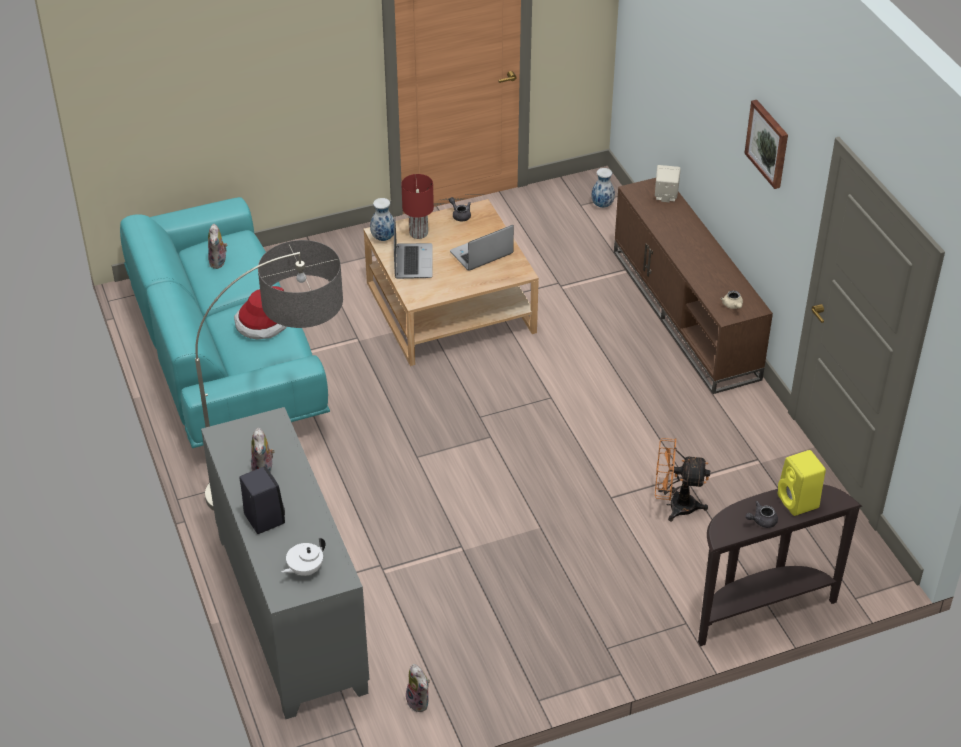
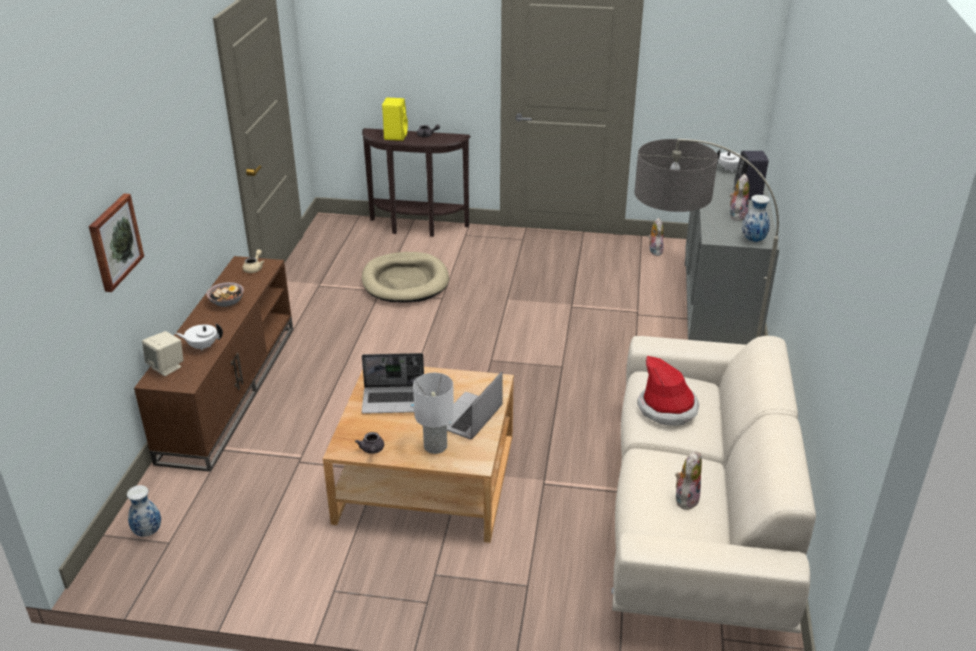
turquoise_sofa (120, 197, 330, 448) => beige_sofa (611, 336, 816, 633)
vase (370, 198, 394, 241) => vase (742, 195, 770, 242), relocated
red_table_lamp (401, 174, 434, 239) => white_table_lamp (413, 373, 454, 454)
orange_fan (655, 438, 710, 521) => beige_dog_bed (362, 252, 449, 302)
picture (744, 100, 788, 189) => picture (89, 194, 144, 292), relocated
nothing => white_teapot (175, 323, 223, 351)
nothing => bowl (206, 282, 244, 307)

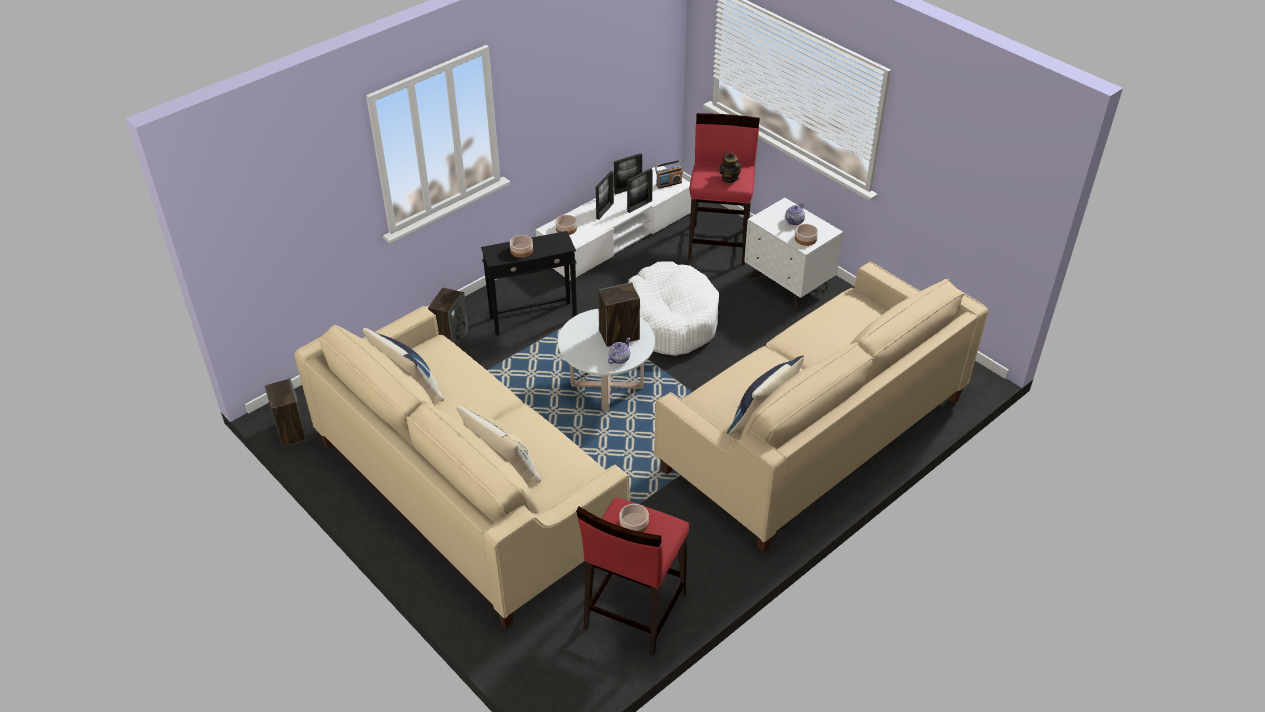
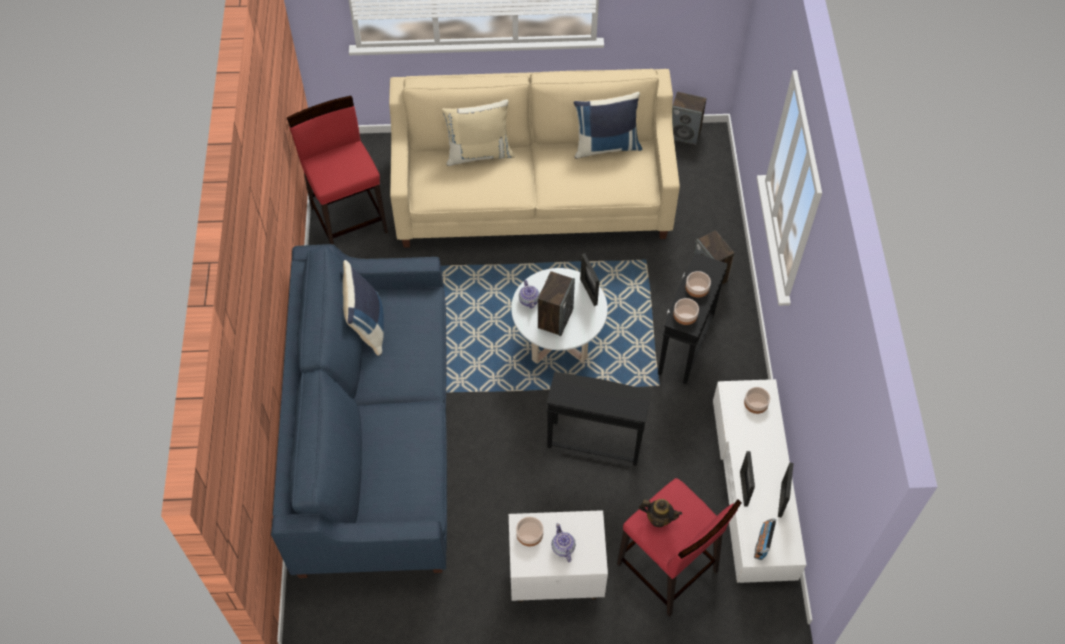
picture_frame (596, 171, 614, 219) => picture_frame (580, 253, 599, 306), relocated
bowl (619, 504, 649, 532) => bowl (673, 298, 699, 325), relocated
white_dog_bed (628, 261, 719, 356) => black_side_table (546, 372, 651, 466)
beige_sofa (654, 262, 988, 553) => blue_sofa (271, 244, 447, 578)

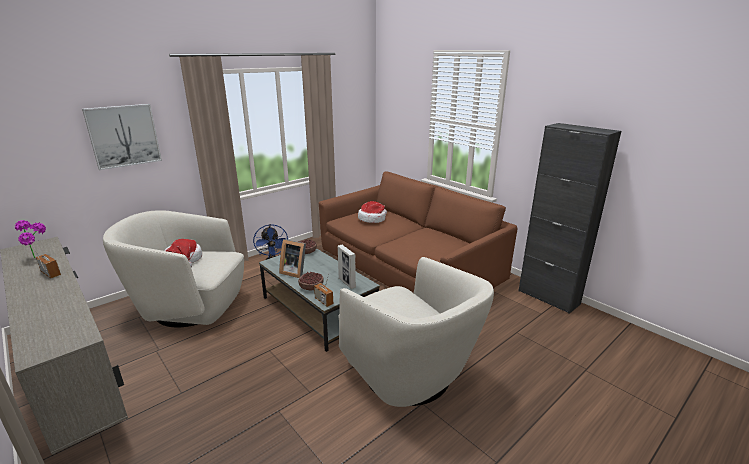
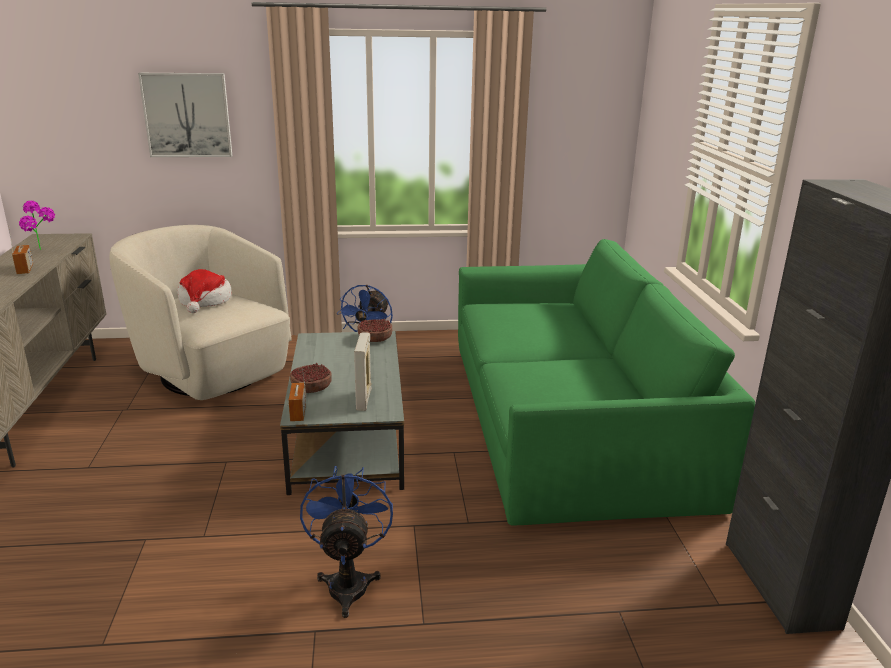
picture_frame (279, 239, 306, 278) => nothing
brown_sofa (319, 172, 517, 293) => green_sofa (458, 239, 755, 526)
beige_armchair (338, 257, 494, 407) => blue_fan (300, 466, 393, 618)
hat (358, 201, 387, 223) => nothing

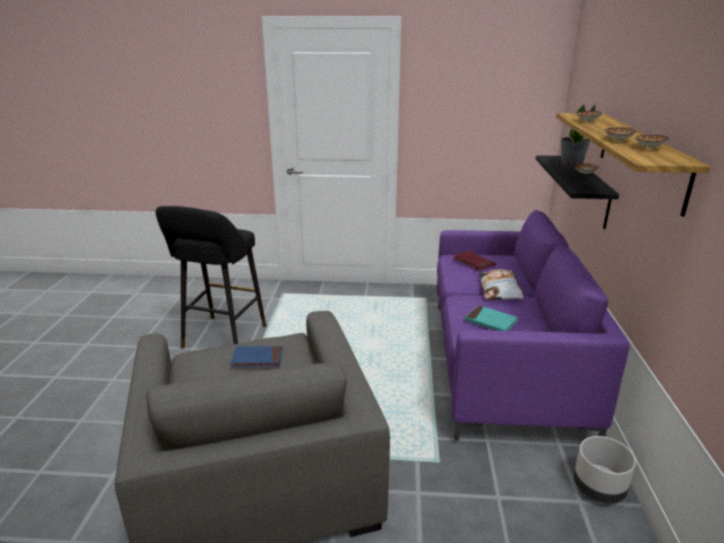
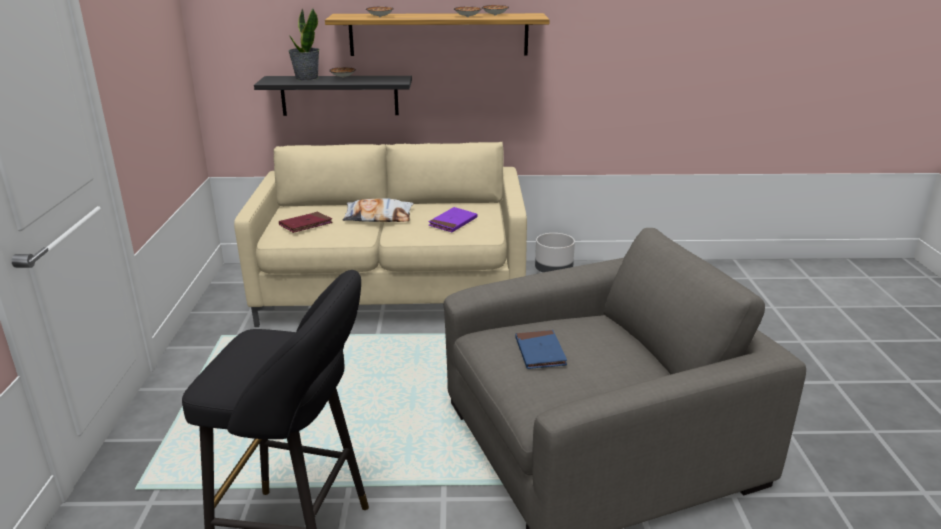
purple_sofa (437, 210, 630, 441) => beige_sofa (234, 142, 527, 327)
turquoise_book (465, 305, 518, 331) => purple_book (428, 207, 478, 232)

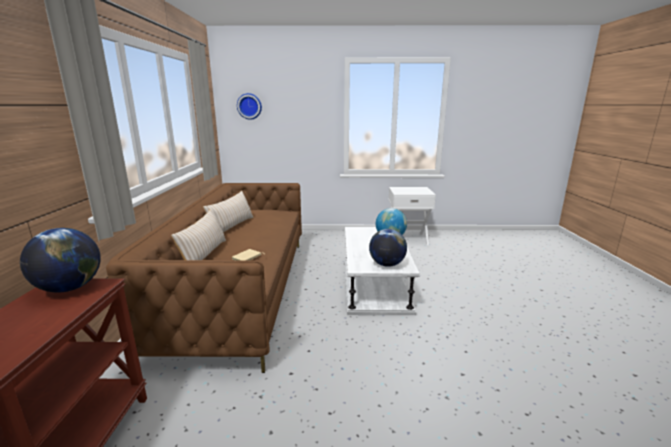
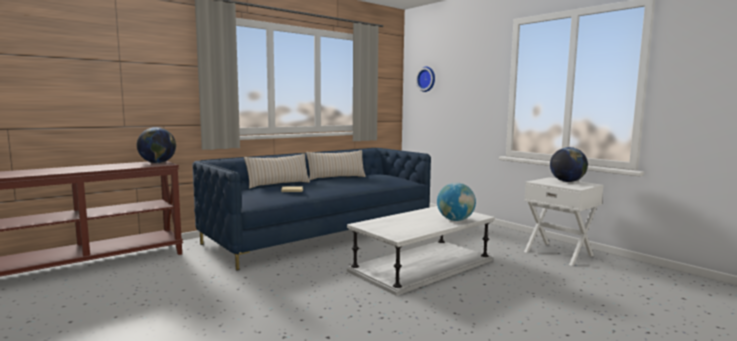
brown_sofa (106, 183, 302, 373) => blue_sofa (192, 148, 431, 270)
globe (369, 229, 407, 267) => globe (550, 147, 588, 182), relocated

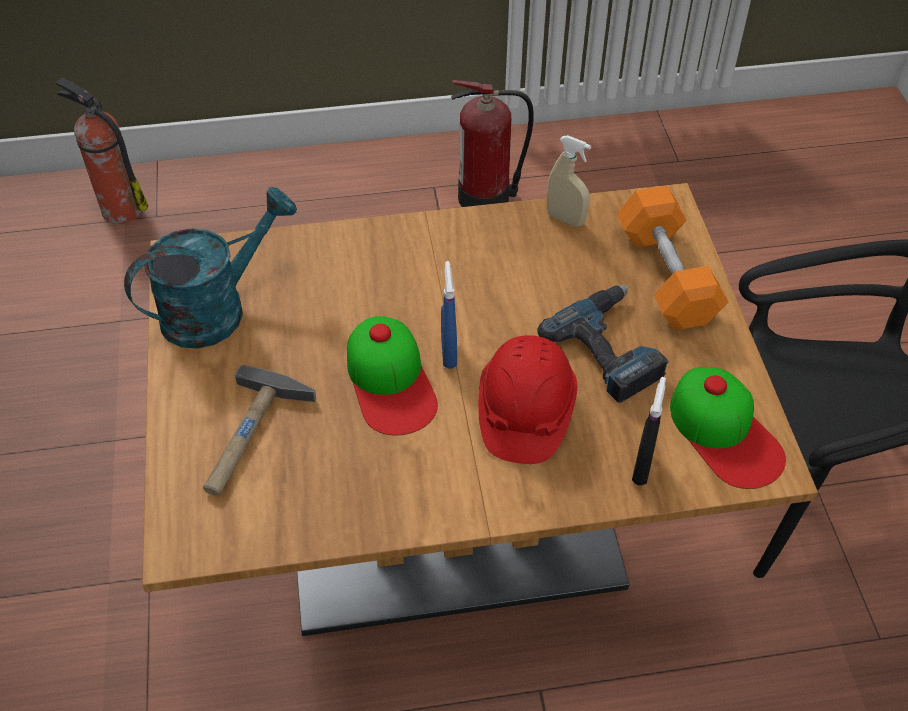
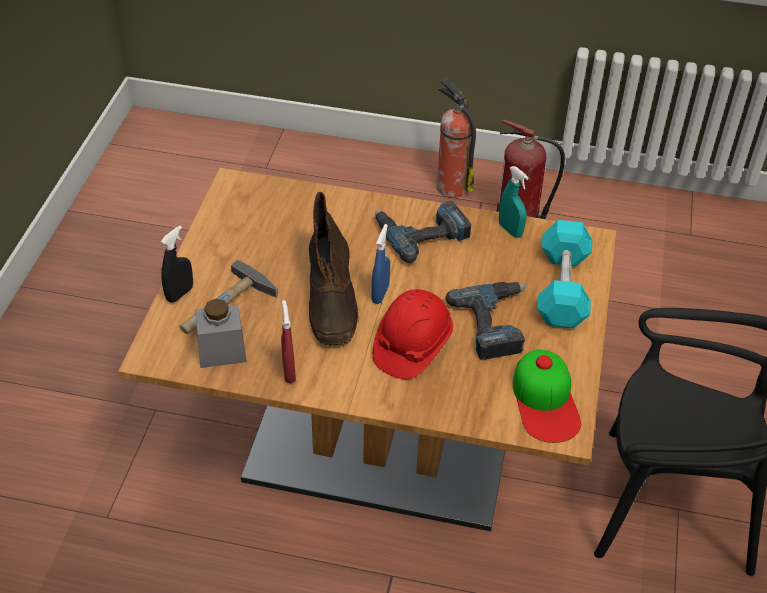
fire_extinguisher (56, 78, 148, 224) => fire_extinguisher (437, 79, 476, 198), relocated
turquoise_watering_can (124, 187, 297, 349) => nothing
cap (347, 316, 438, 436) => brown_boot (309, 192, 359, 346)
beige_spray_bottle (547, 135, 591, 227) => turquoise_spray_bottle (499, 166, 529, 238)
orange_dumbbell (617, 186, 728, 331) => turquoise_dumbbell (537, 220, 592, 329)
black_spray_bottle (632, 377, 666, 486) => black_spray_bottle (161, 226, 193, 303), relocated
nothing => grey_jar (195, 299, 247, 368)
nothing => red_spray_bottle (281, 300, 296, 383)
nothing => power_drill (375, 201, 471, 263)

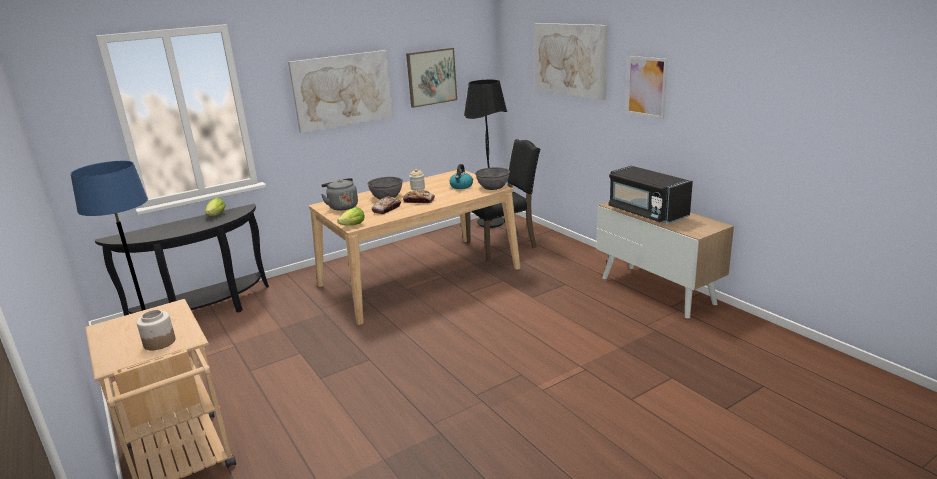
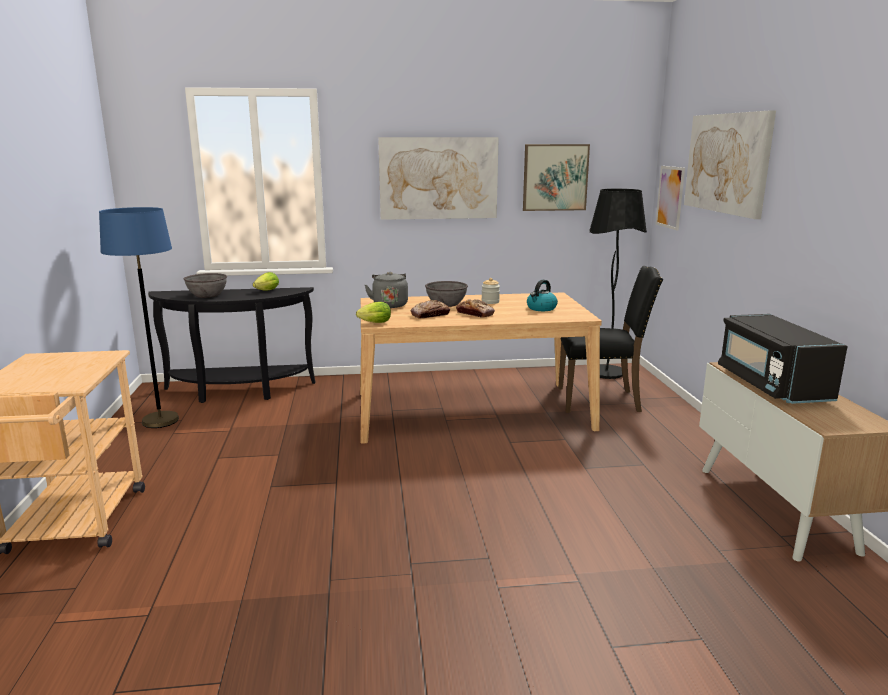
jar (137, 310, 176, 350) => nothing
grey_bowl (475, 167, 510, 190) => grey_bowl (184, 273, 227, 298), relocated
picture (627, 56, 668, 119) => picture (656, 166, 685, 231), relocated

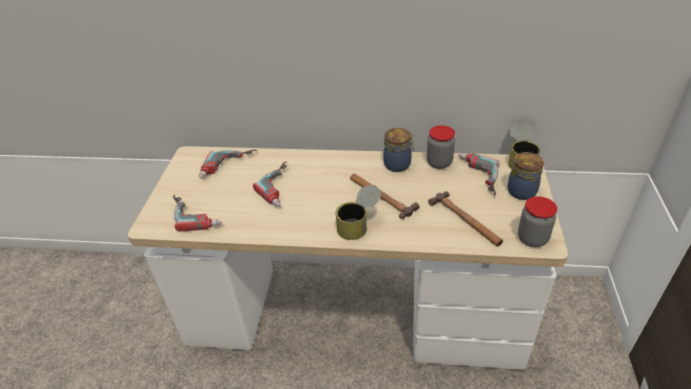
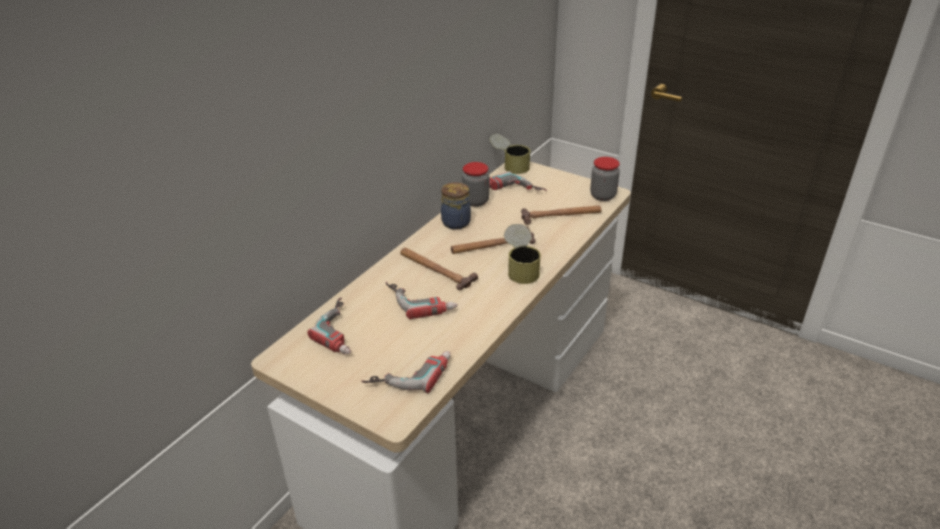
jar (507, 152, 544, 200) => nothing
nothing => hammer (400, 248, 478, 290)

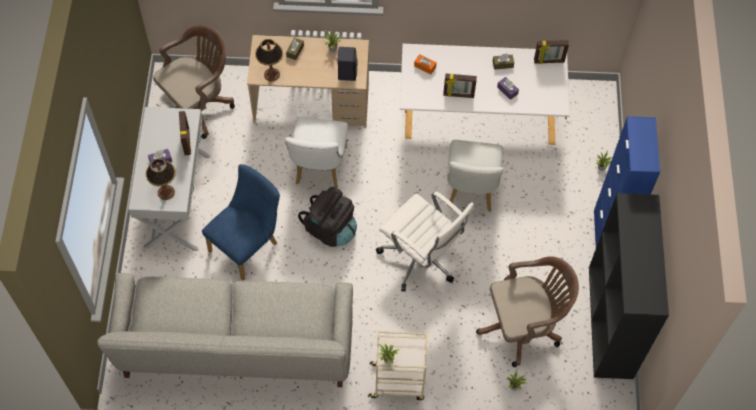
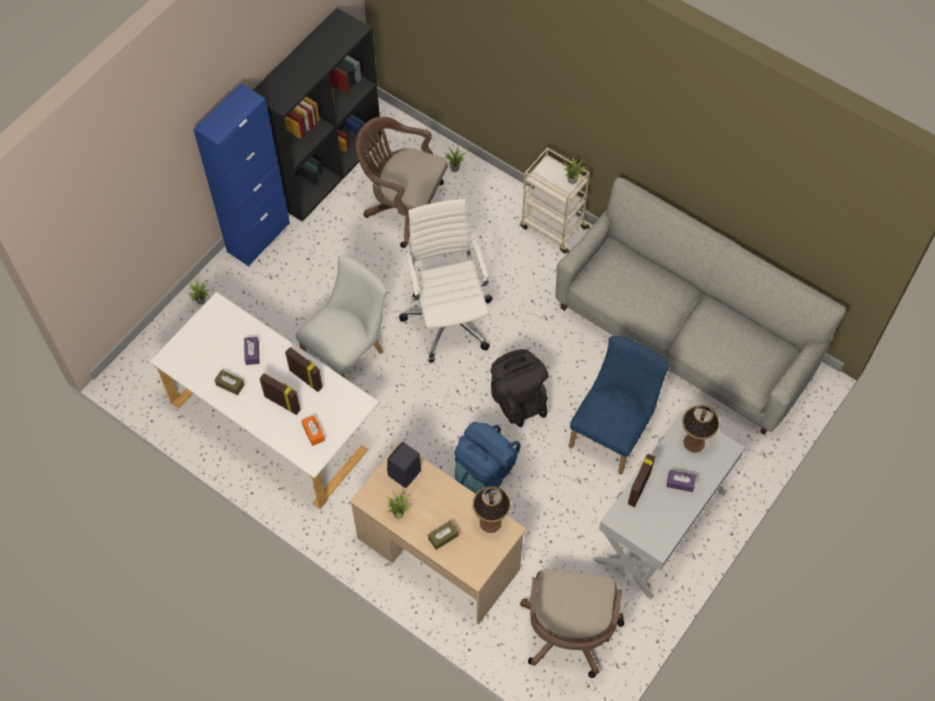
brown_office_chair (153, 25, 235, 139) => brown_office_chair (520, 569, 624, 678), 75 degrees counterclockwise
blue_chair (202, 164, 280, 281) => blue_chair (569, 336, 669, 475), 135 degrees clockwise
white_chair (285, 117, 348, 188) => blue_backpack (455, 422, 521, 494)
picture_frame (534, 40, 569, 64) => picture_frame (260, 373, 301, 415), relocated

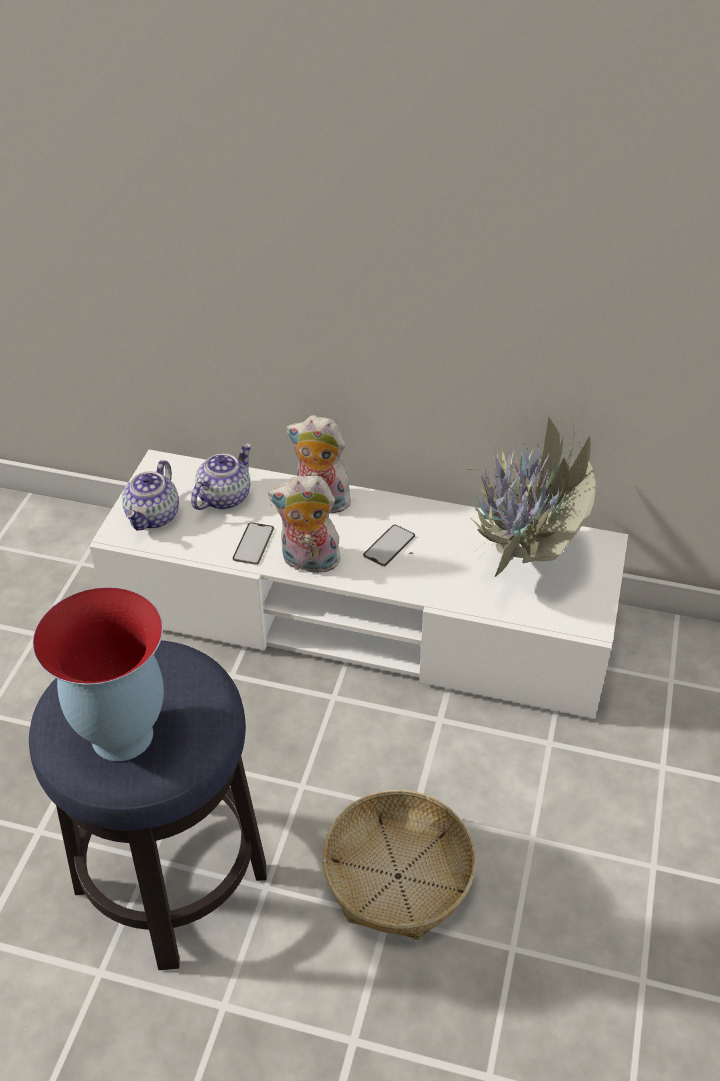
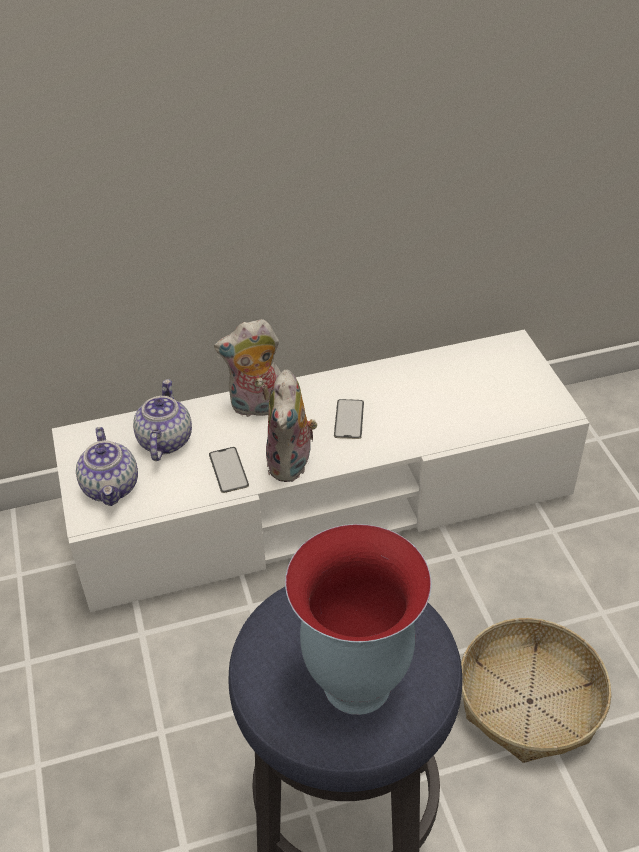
plush_toy (268, 476, 343, 573) => plush_toy (266, 369, 317, 482), 60 degrees counterclockwise
potted_plant (408, 415, 596, 577) => nothing

